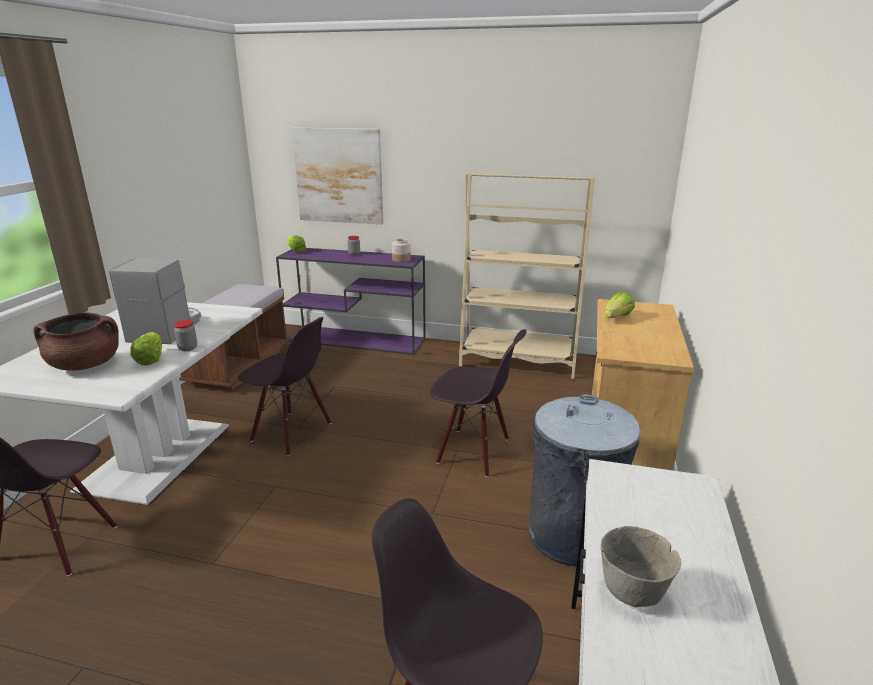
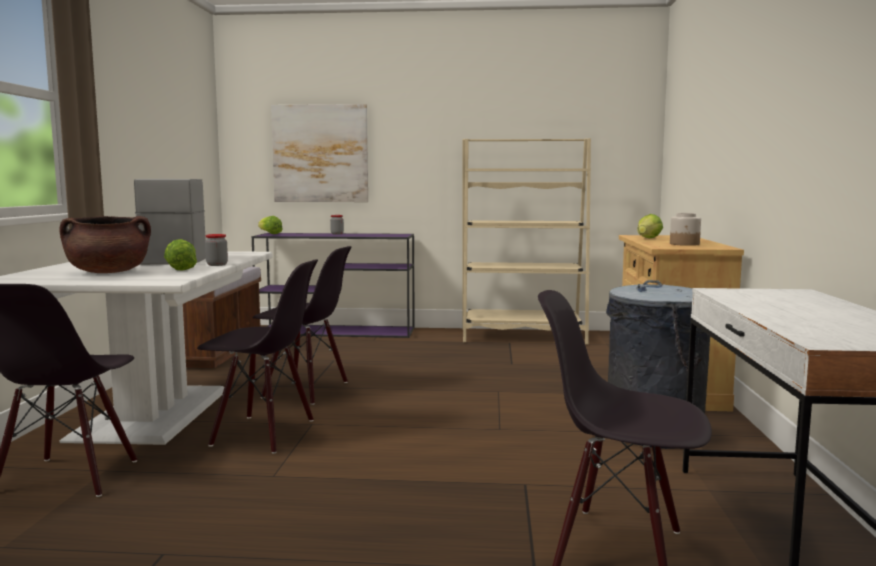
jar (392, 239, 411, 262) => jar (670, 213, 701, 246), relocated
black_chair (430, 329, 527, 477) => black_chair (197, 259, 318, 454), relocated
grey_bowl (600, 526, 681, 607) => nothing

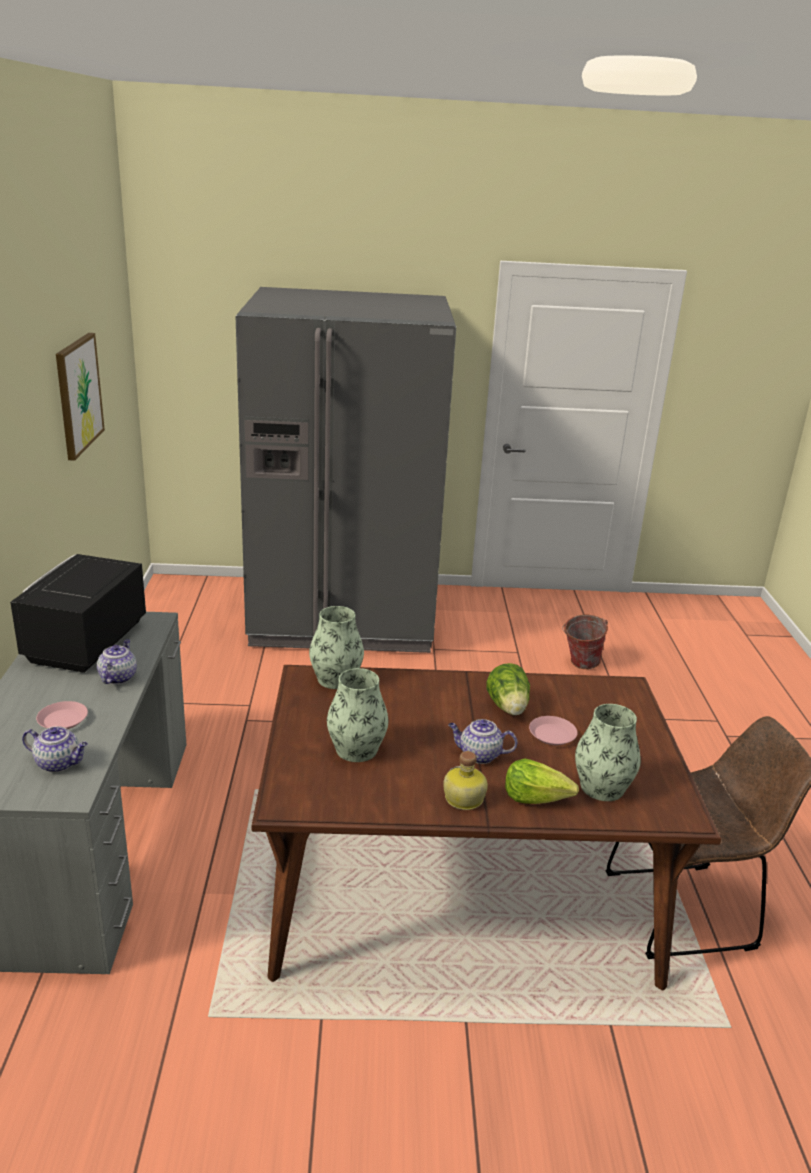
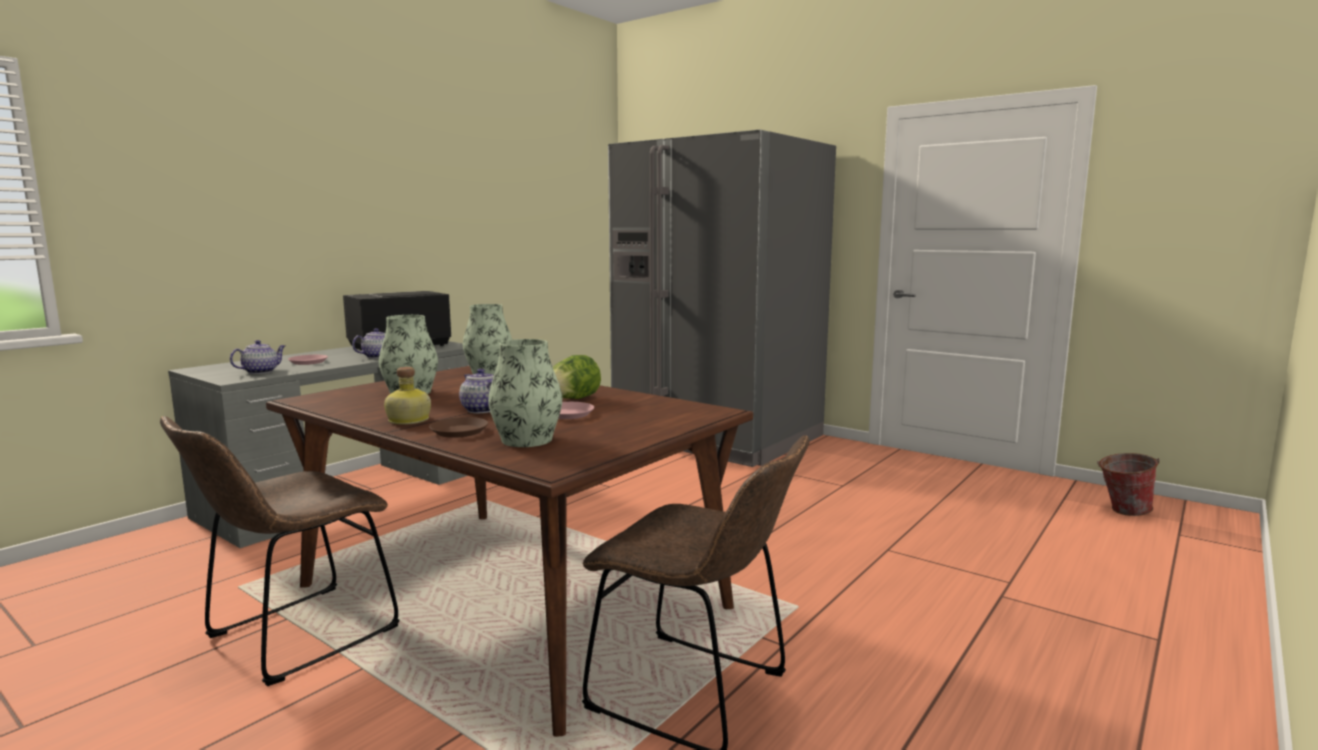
teapot (22, 726, 88, 772) => teapot (230, 340, 285, 374), 105 degrees counterclockwise
picture (56, 333, 105, 461) => nothing
lettuce (505, 759, 579, 804) => brown_plate (429, 417, 488, 438)
bucket (562, 615, 608, 669) => bucket (1097, 453, 1160, 516), relocated
nothing => brown_chair (160, 416, 400, 686)

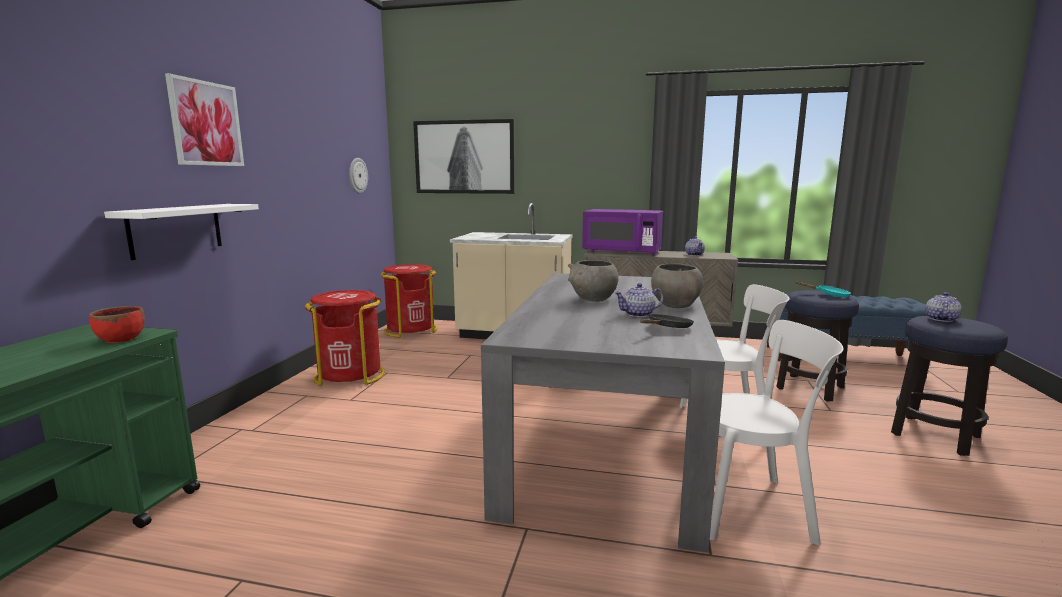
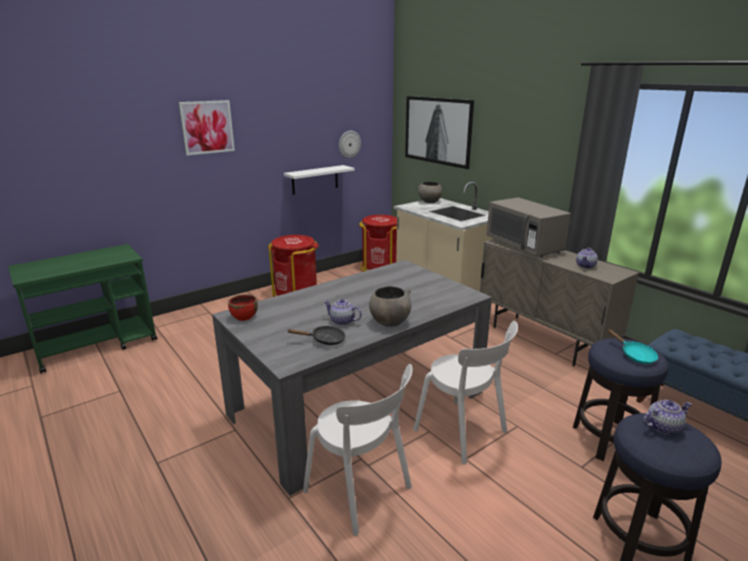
red_bowl (89, 306, 145, 343) => red_bowl (228, 294, 258, 321), relocated
white_shelf (104, 204, 259, 260) => white_shelf (284, 165, 355, 195), relocated
grey_bowl (568, 260, 619, 302) => grey_bowl (418, 182, 442, 203), relocated
purple_microwave (582, 209, 663, 256) => grey_microwave (487, 197, 571, 258)

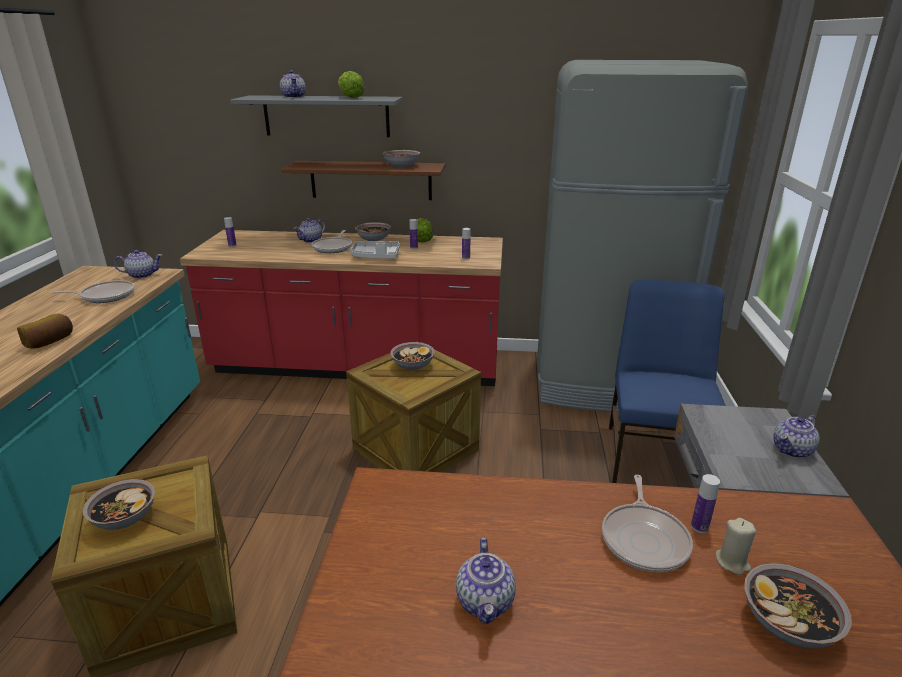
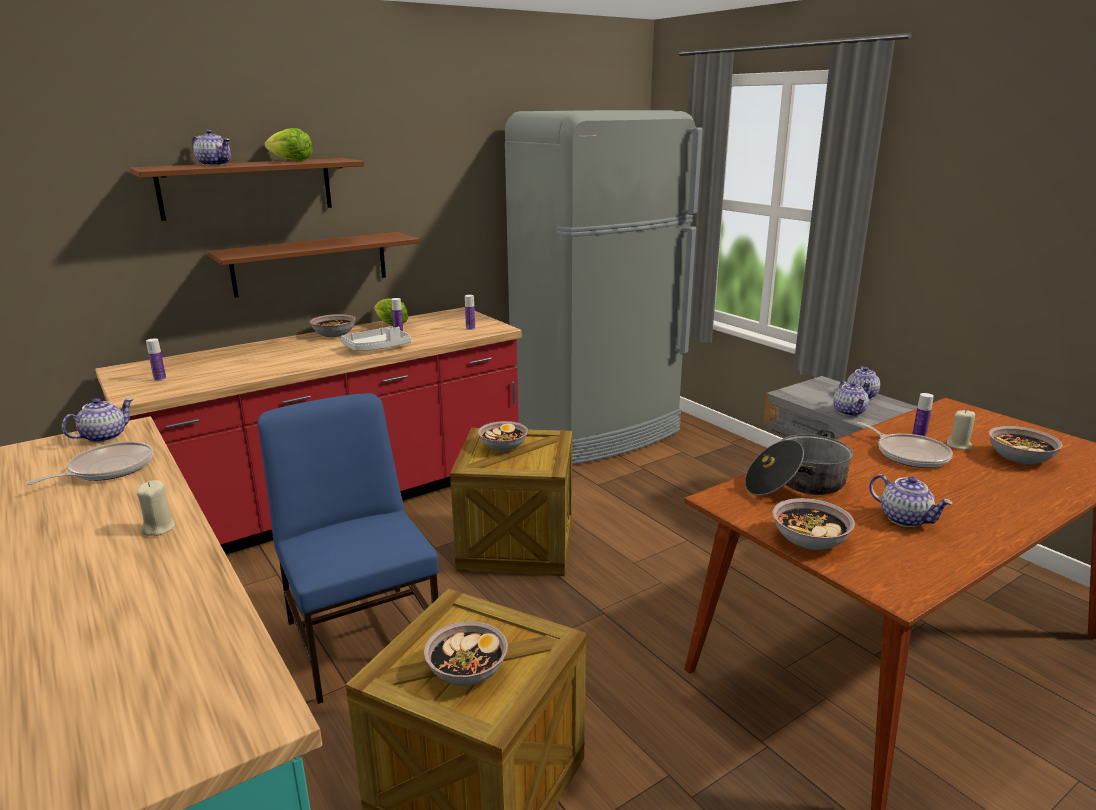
bread (17, 313, 73, 349) => beige_candle (137, 480, 175, 536)
grey_shelf (230, 95, 403, 137) => brown_shelf (129, 158, 365, 221)
teapot (293, 218, 325, 243) => teapot (833, 381, 869, 416), relocated
frying_pan (312, 230, 352, 253) => nothing
bowl (383, 150, 420, 167) => bowl (772, 498, 855, 550), relocated
blue_chair (609, 280, 726, 483) => blue_chair (258, 393, 439, 704), relocated
nothing => cooking_pot (745, 430, 853, 496)

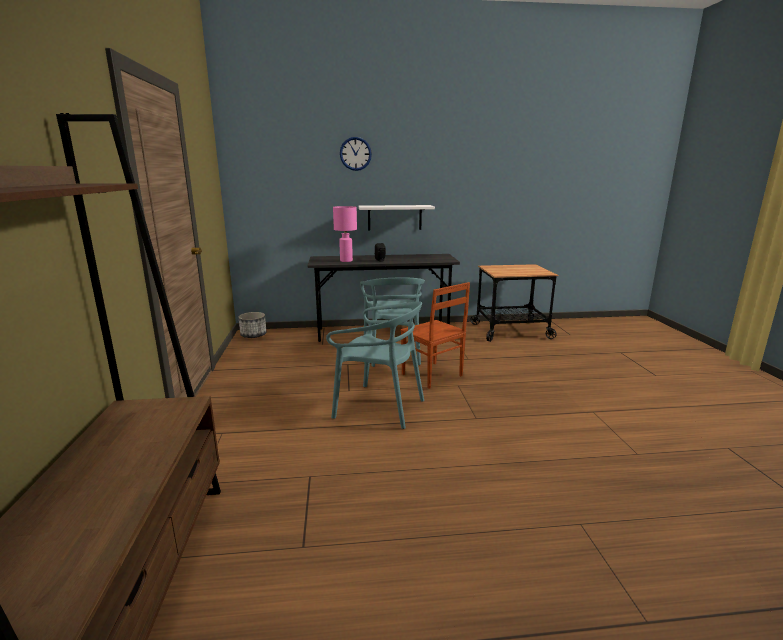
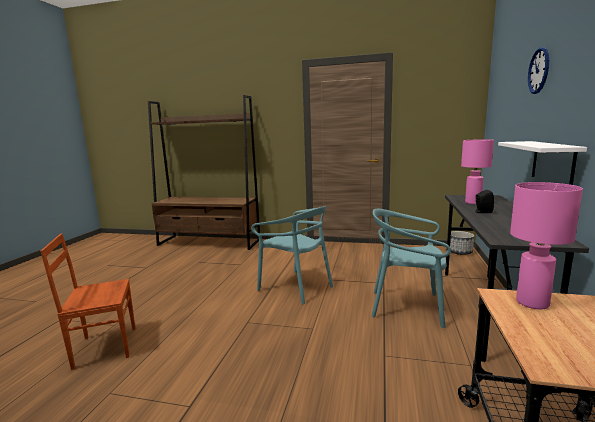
turquoise_chair (326, 301, 424, 429) => turquoise_chair (251, 206, 333, 304), 90 degrees counterclockwise
brown_chair (400, 282, 470, 389) => brown_chair (40, 233, 135, 370), relocated
nothing => pink_table_lamp (510, 182, 583, 309)

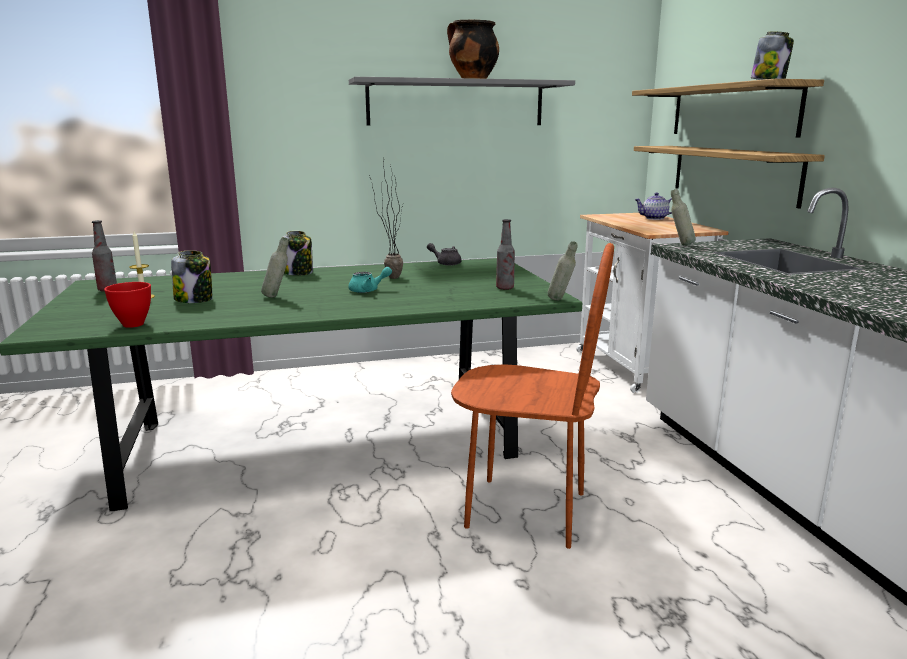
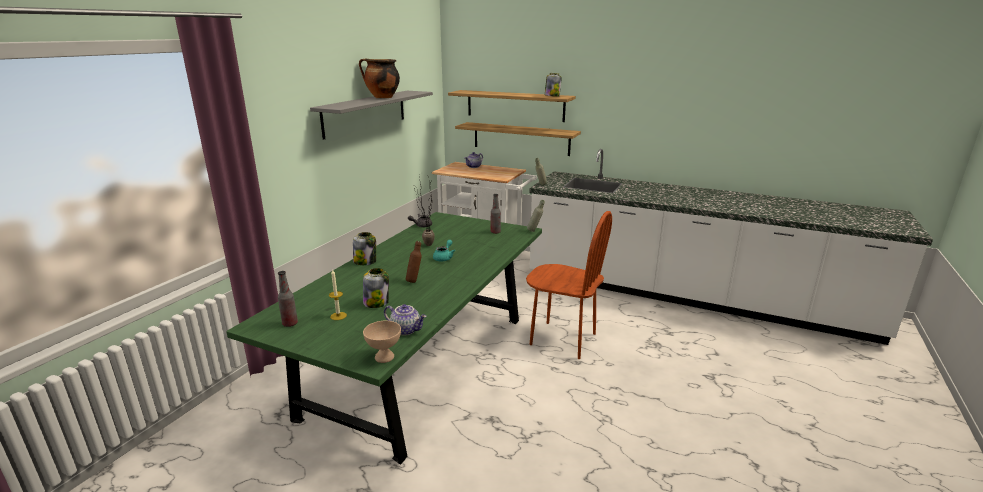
red_bowl (104, 282, 151, 328) => teapot (384, 304, 427, 335)
grey_bottle (261, 237, 289, 298) => brown_bottle (406, 241, 422, 283)
brown_chair (451, 243, 614, 549) => brown_chair (526, 211, 612, 359), 60 degrees clockwise
nothing => beige_bowl (363, 321, 401, 363)

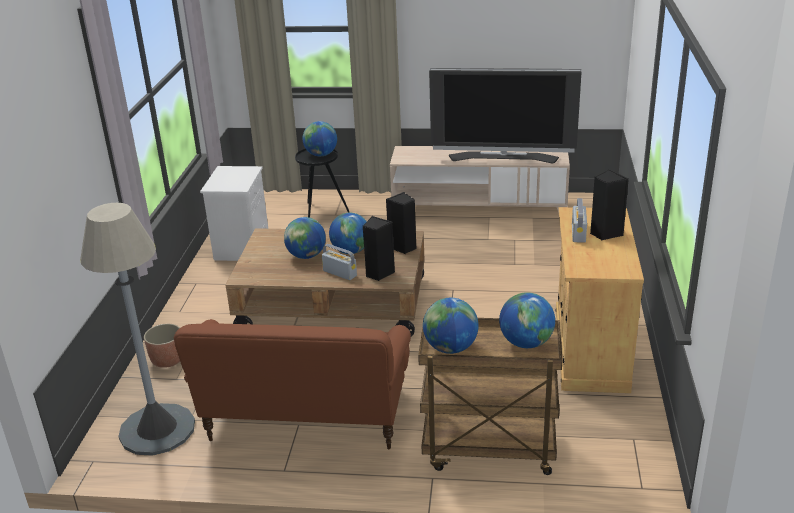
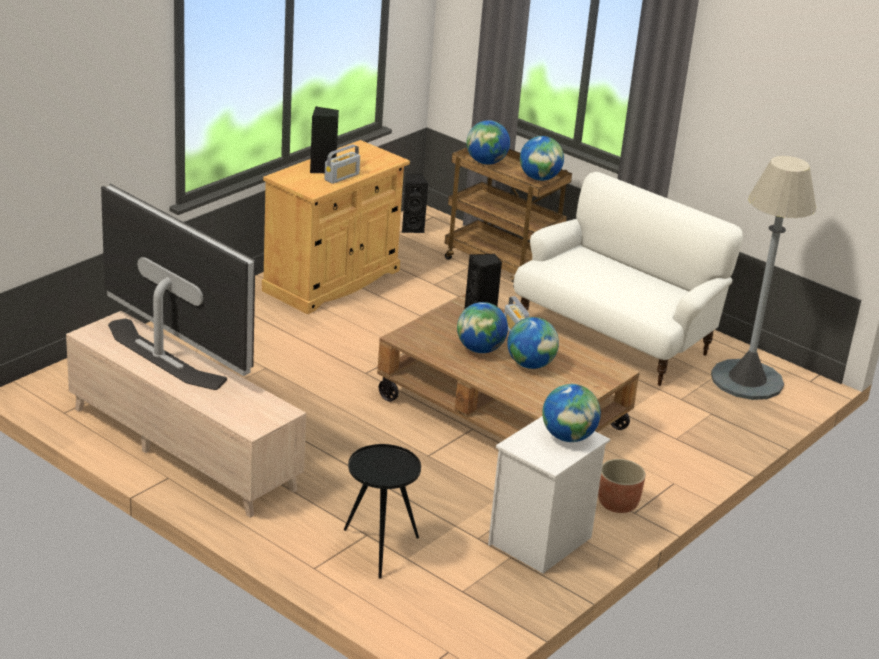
planter (144, 324, 180, 368) => planter (598, 459, 646, 513), relocated
brown_sofa (174, 319, 411, 449) => white_sofa (513, 172, 743, 386)
globe (302, 121, 337, 156) => globe (542, 384, 601, 442), relocated
black_speaker (386, 192, 416, 254) => black_speaker (402, 174, 429, 233), relocated

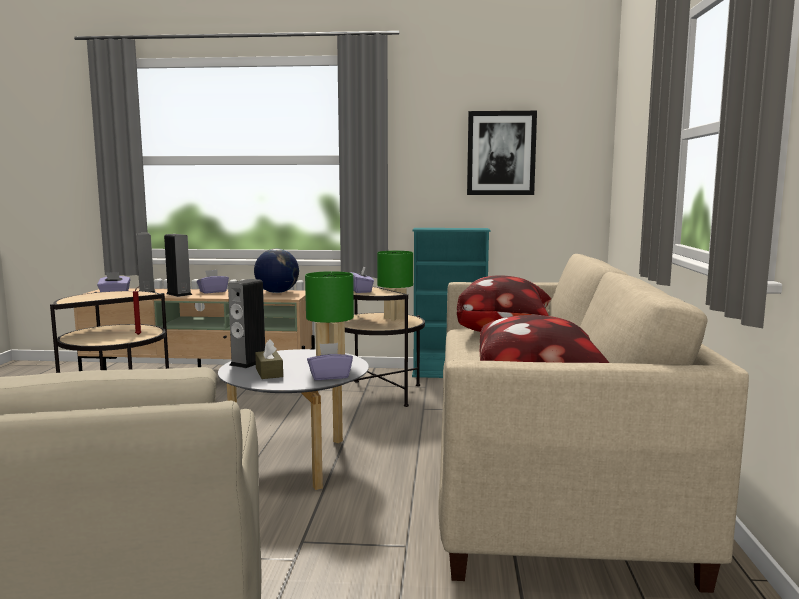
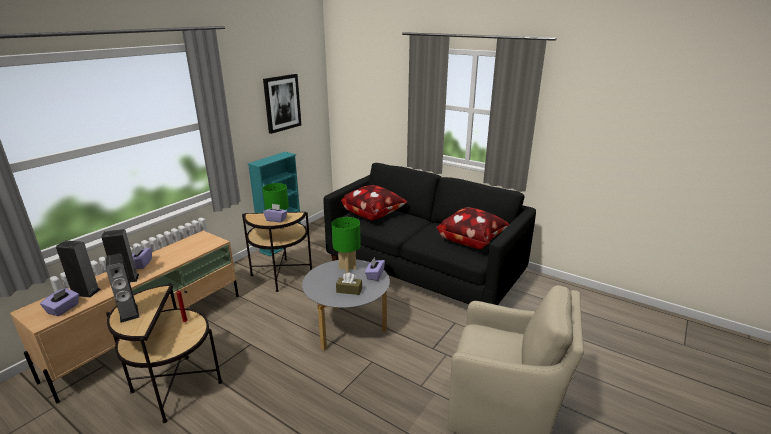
speaker (228, 279, 265, 368) => speaker (105, 253, 139, 323), relocated
globe (254, 249, 299, 293) => nothing
beige_sofa (438, 254, 749, 593) => black_sofa (324, 163, 536, 305)

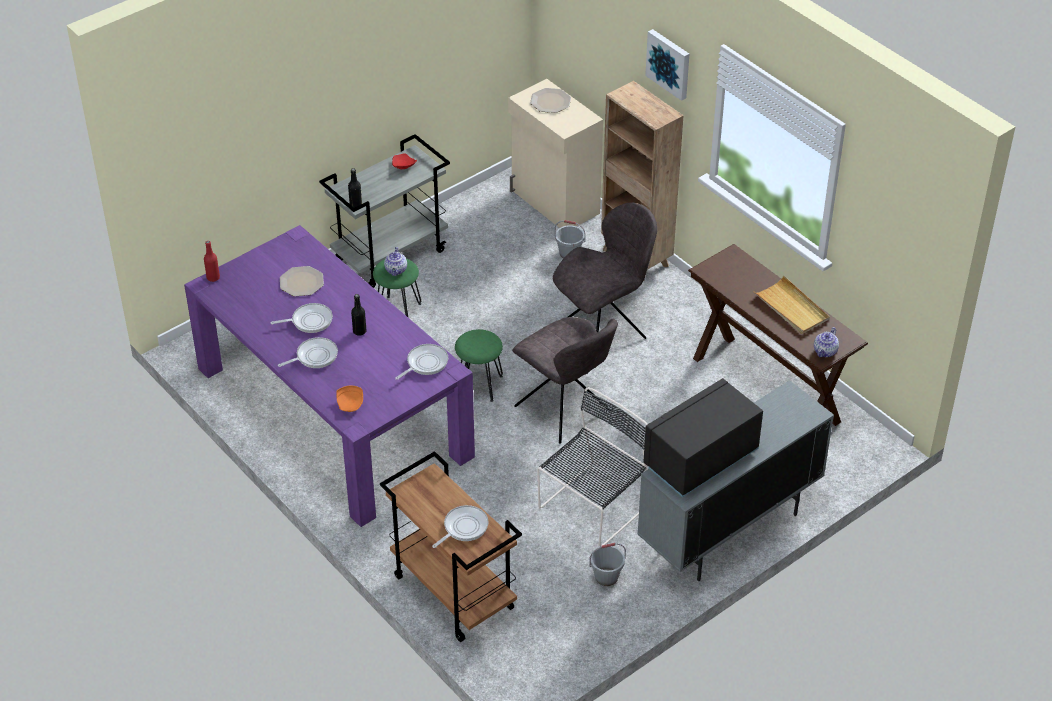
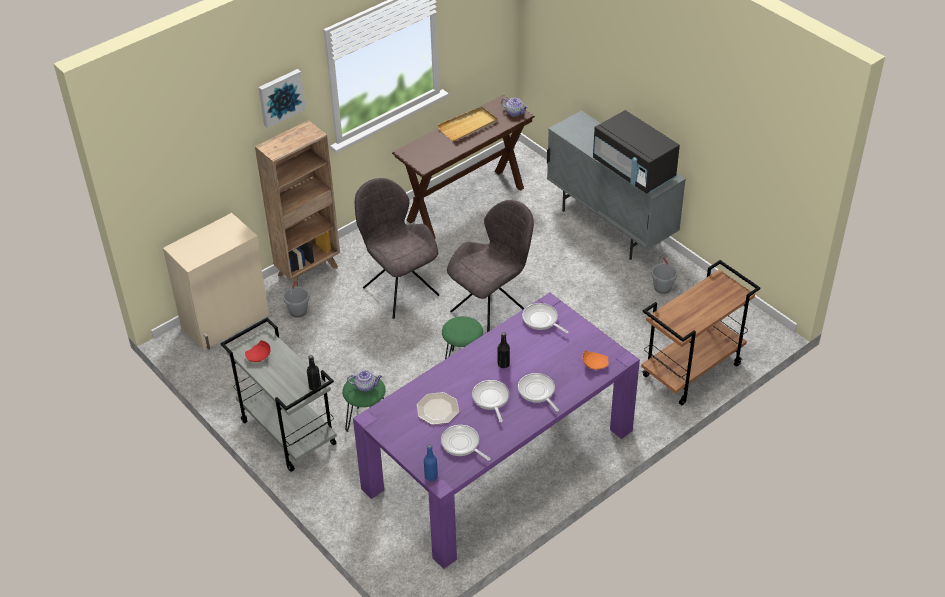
red_bottle (204, 241, 220, 282) => blue_bottle (424, 444, 438, 481)
frying_pan (432, 505, 489, 548) => frying_pan (441, 425, 490, 461), relocated
plate (530, 88, 571, 113) => nothing
black_chair (537, 387, 648, 547) => nothing

